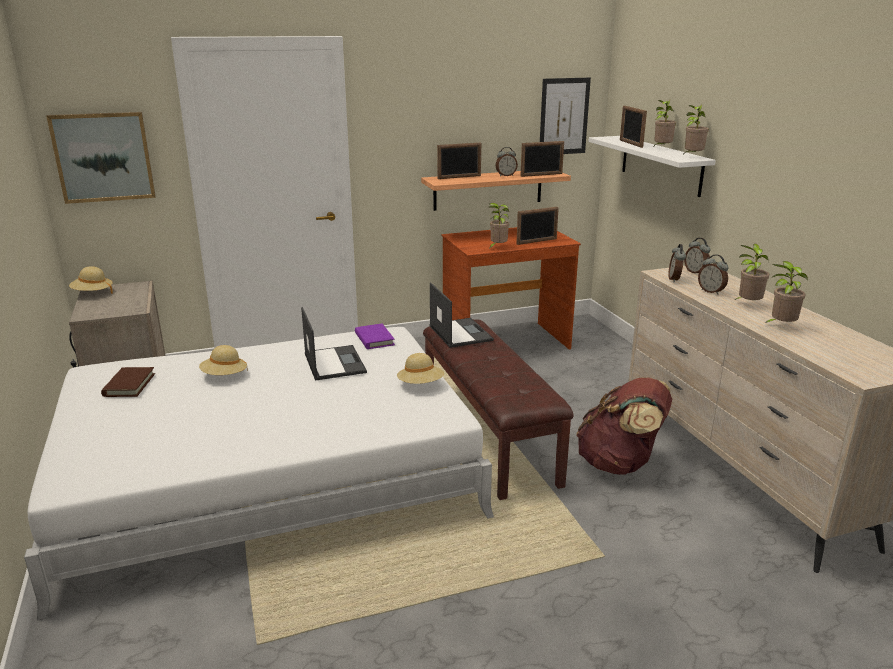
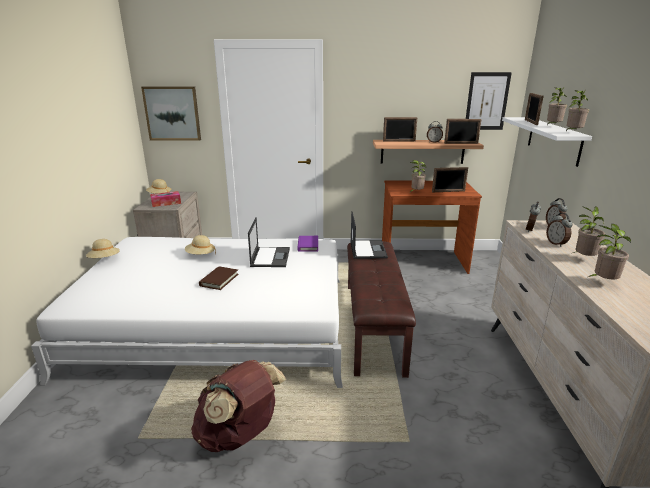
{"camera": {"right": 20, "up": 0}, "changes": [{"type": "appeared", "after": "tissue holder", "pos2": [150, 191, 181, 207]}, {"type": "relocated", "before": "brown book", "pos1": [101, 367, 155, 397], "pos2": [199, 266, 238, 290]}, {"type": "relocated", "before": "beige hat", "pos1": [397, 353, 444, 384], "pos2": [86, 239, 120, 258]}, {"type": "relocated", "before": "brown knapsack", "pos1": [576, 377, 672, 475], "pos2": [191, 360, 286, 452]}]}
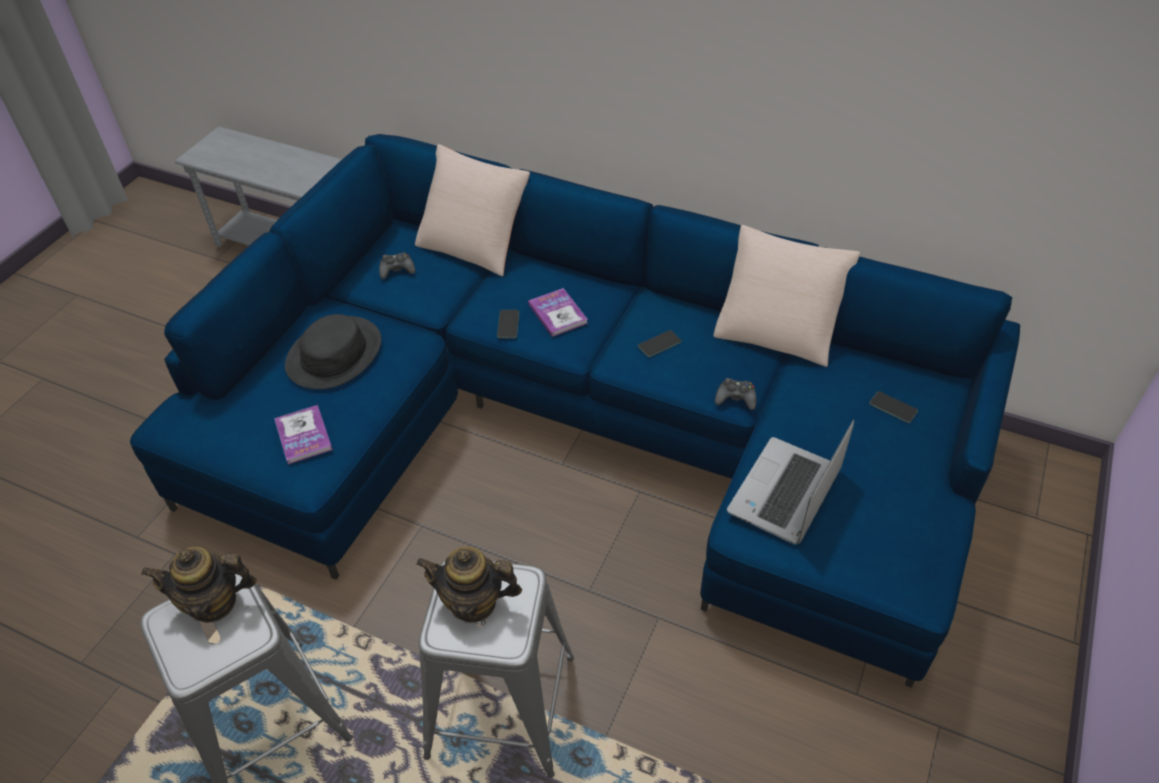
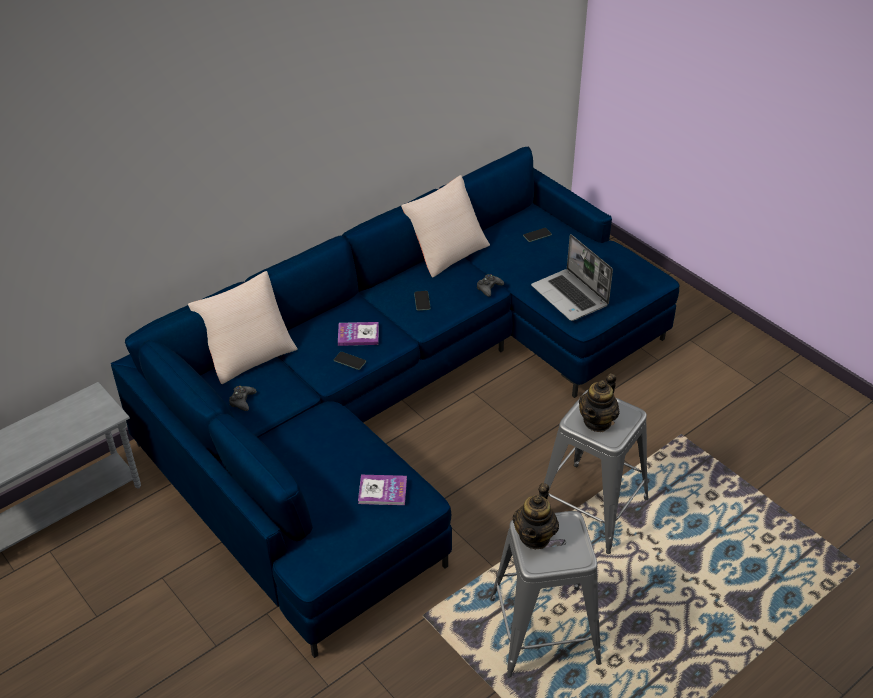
{"camera": {"right": -65, "up": -5}, "changes": [{"type": "missing", "before": "black hat", "pos1": [285, 314, 381, 389]}]}
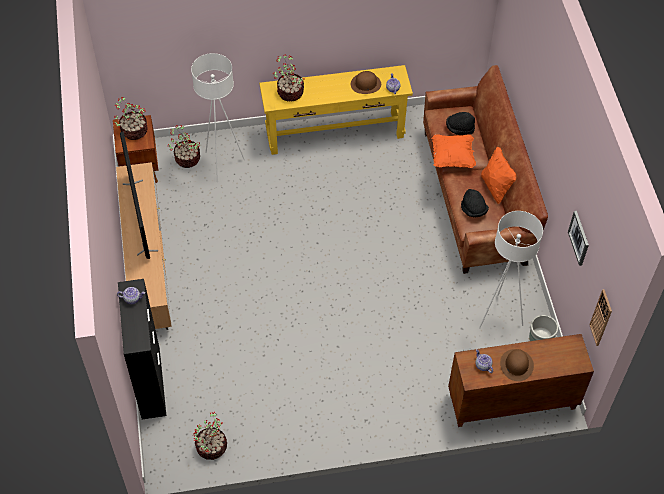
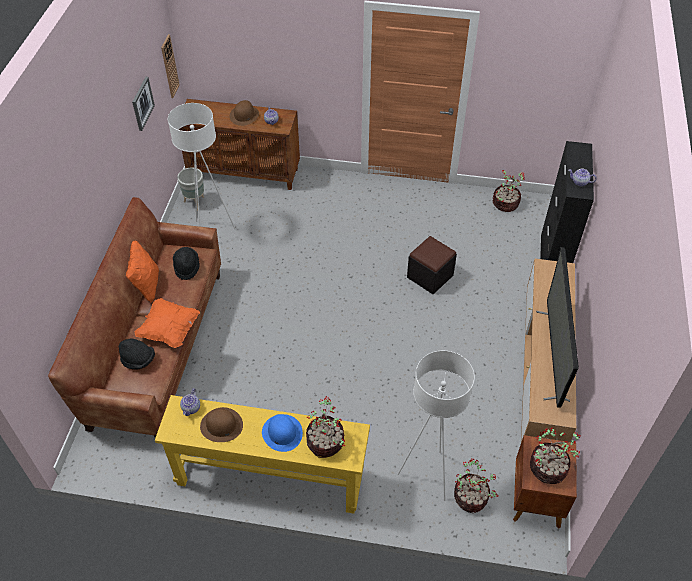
{"camera": {"right": -160, "up": -5}, "changes": [{"type": "appeared", "after": "blue hat", "pos2": [262, 414, 303, 452]}, {"type": "appeared", "after": "black footrest", "pos2": [407, 236, 457, 294]}]}
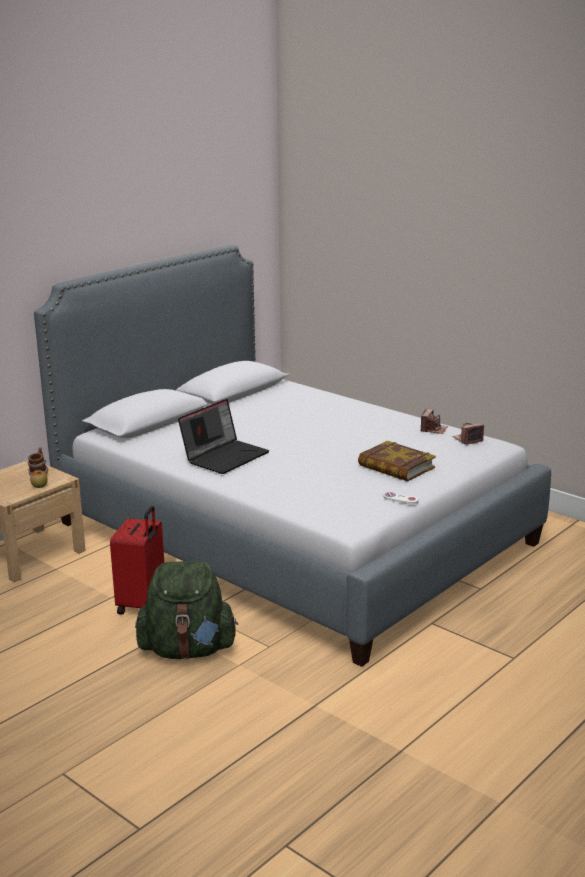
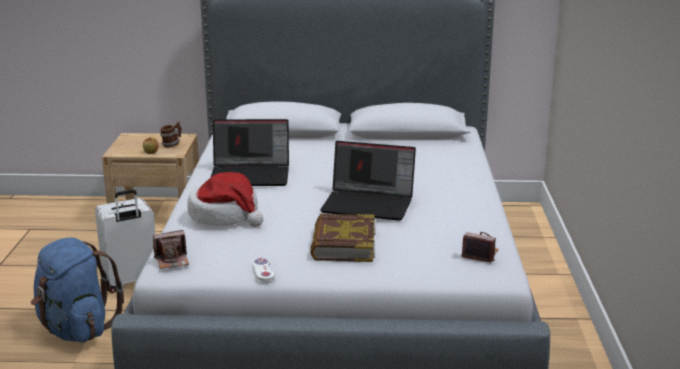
{"camera": {"right": 50, "up": 0}, "changes": [{"type": "appeared", "after": "hat", "pos2": [187, 172, 263, 227]}, {"type": "appeared", "after": "laptop", "pos2": [320, 141, 416, 221]}, {"type": "relocated", "before": "still camera", "pos1": [421, 409, 448, 434], "pos2": [153, 230, 189, 269]}, {"type": "colour", "before": "red piece of luggage", "after": "whitish piece of luggage", "pos1": [110, 506, 164, 615], "pos2": [95, 189, 155, 293]}, {"type": "colour", "before": "greenish knapsack", "after": "blue knapsack", "pos1": [135, 561, 238, 659], "pos2": [31, 237, 124, 342]}]}
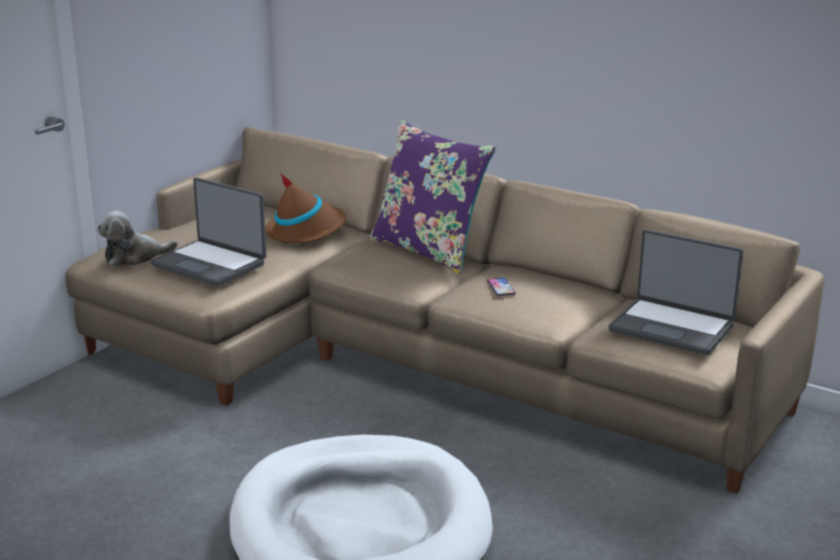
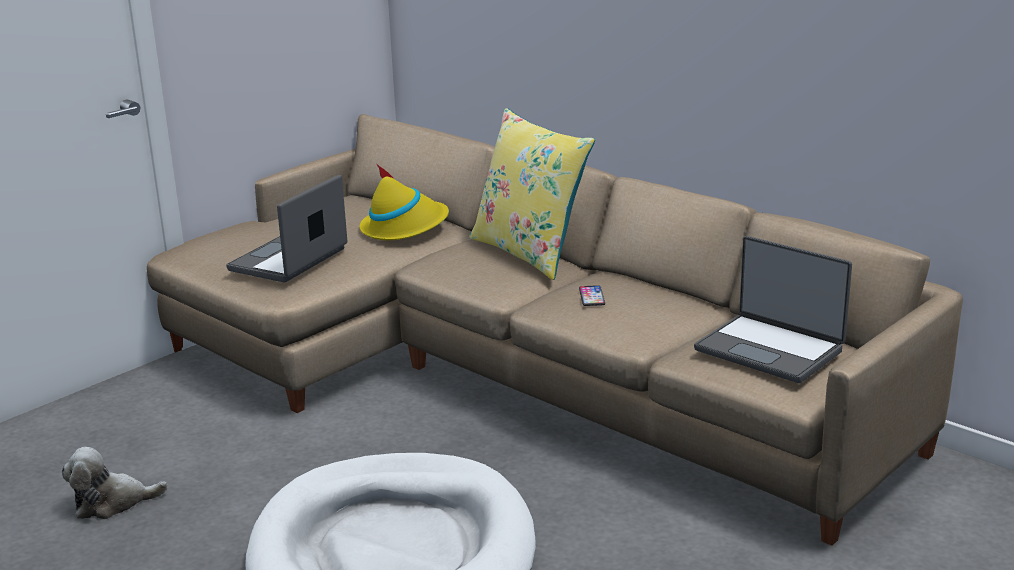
{"camera": {"right": 10, "up": 0}, "changes": [{"type": "relocated", "before": "cuddly toy", "pos1": [97, 211, 178, 266], "pos2": [62, 447, 168, 519]}, {"type": "colour", "before": "brown hat", "after": "yellowish hat", "pos1": [265, 173, 346, 243], "pos2": [360, 163, 449, 240]}, {"type": "colour", "before": "purple-coloured cushion", "after": "yellowish cushion", "pos1": [369, 120, 496, 274], "pos2": [469, 108, 595, 280]}, {"type": "spun", "before": "laptop", "pos1": [150, 177, 267, 286], "pos2": [226, 175, 347, 282], "turn": 75}]}
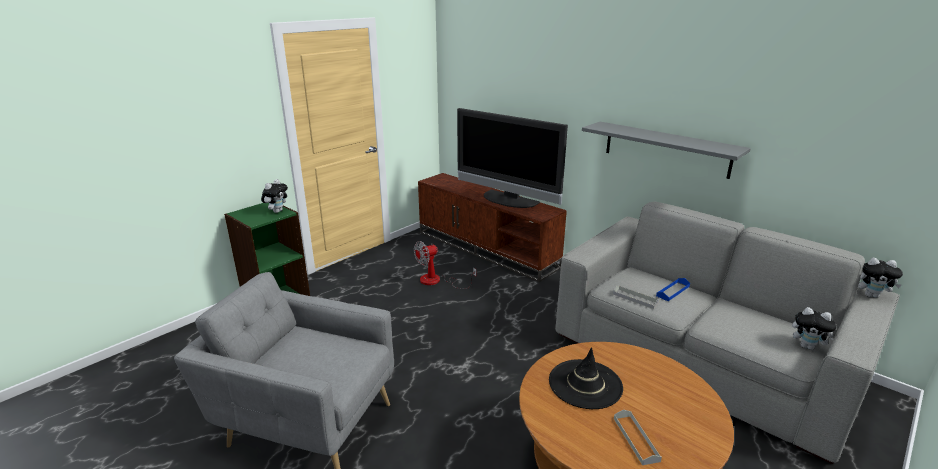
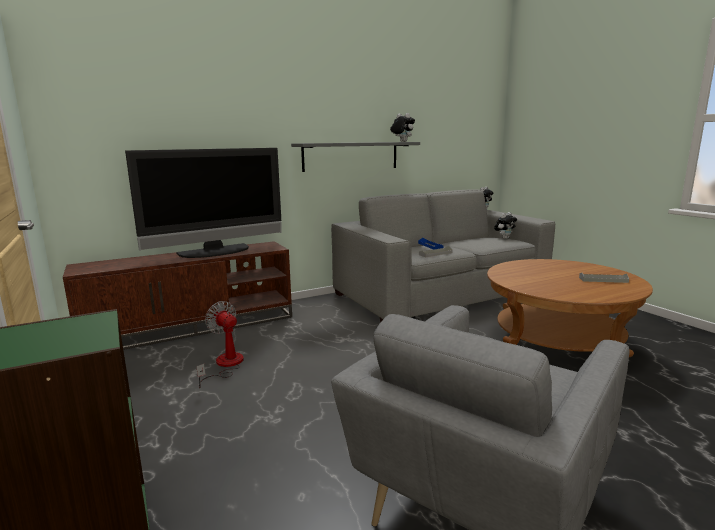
{"camera": {"right": -70, "up": -10}, "changes": [{"type": "missing", "before": "black hat", "pos1": [549, 347, 623, 409]}, {"type": "relocated", "before": "cuddly toy", "pos1": [261, 179, 288, 213], "pos2": [390, 113, 415, 142]}, {"type": "spun", "before": "fan", "pos1": [414, 241, 476, 289], "pos2": [197, 301, 244, 388], "turn": 150}]}
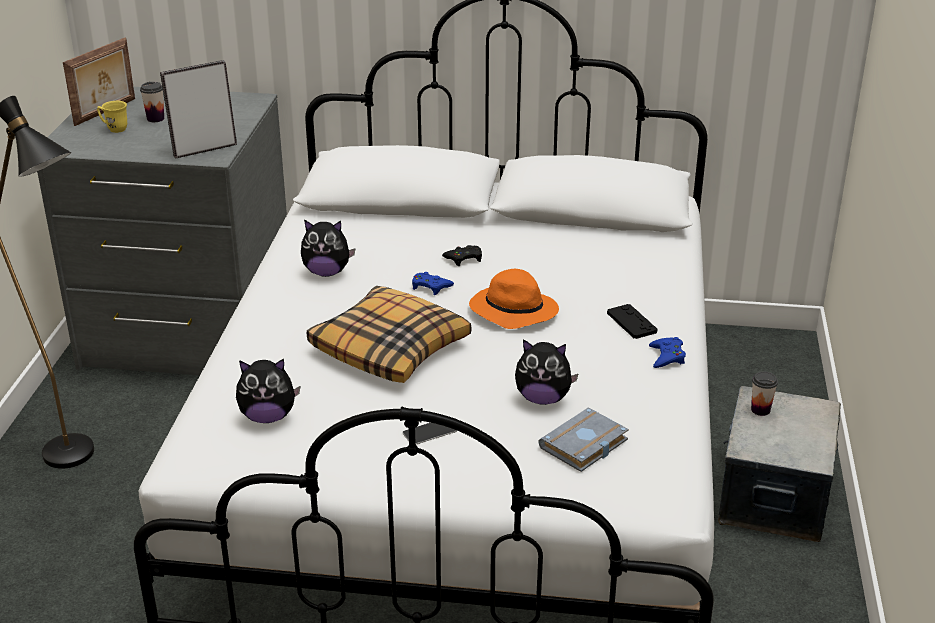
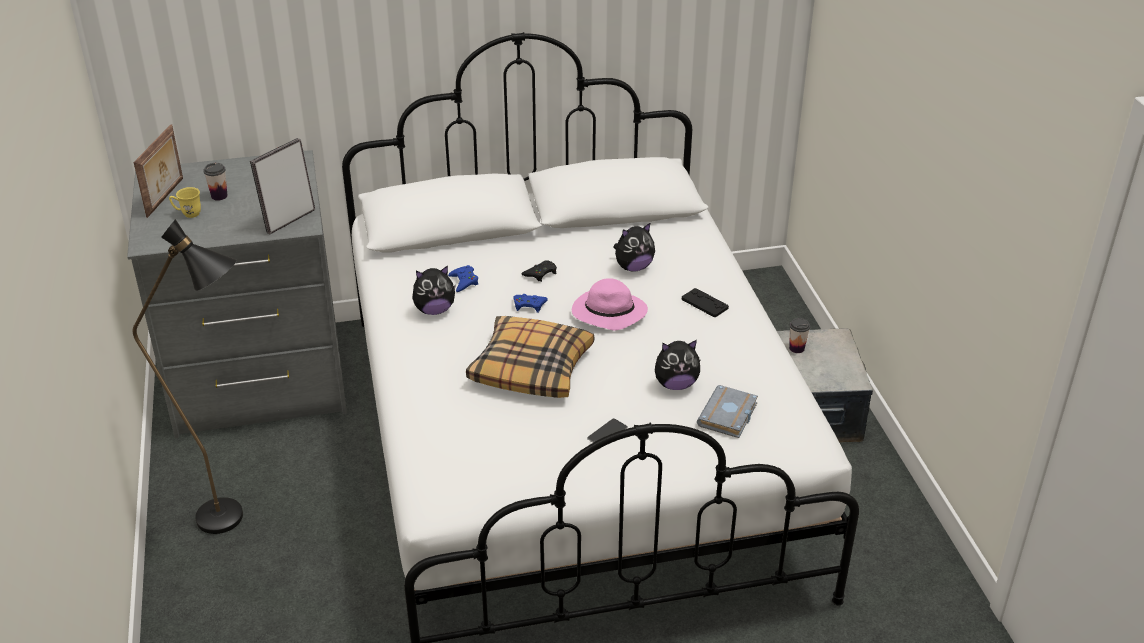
{"camera": {"right": -20, "up": 5}, "changes": [{"type": "relocated", "before": "cuddly toy", "pos1": [236, 358, 300, 423], "pos2": [613, 222, 655, 272]}, {"type": "relocated", "before": "blue gamepad", "pos1": [649, 337, 686, 368], "pos2": [448, 265, 478, 292]}, {"type": "colour", "before": "orangey hat", "after": "pink-coloured hat", "pos1": [469, 269, 559, 329], "pos2": [572, 278, 648, 331]}]}
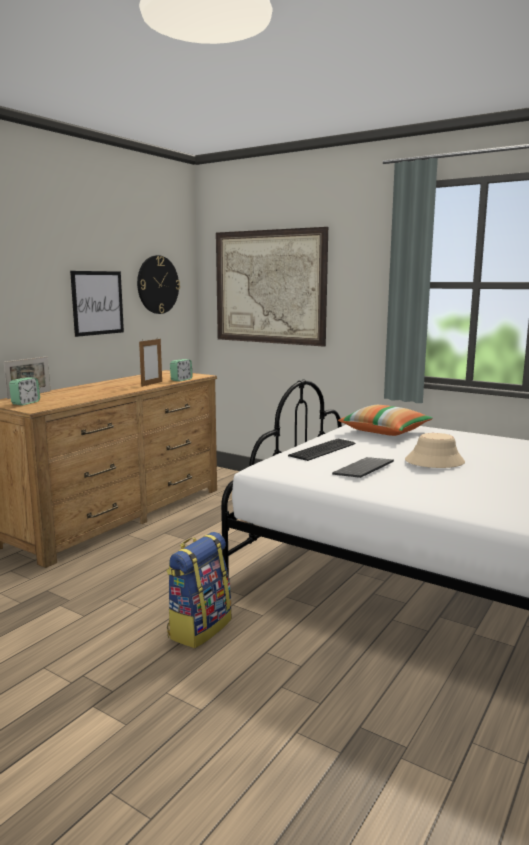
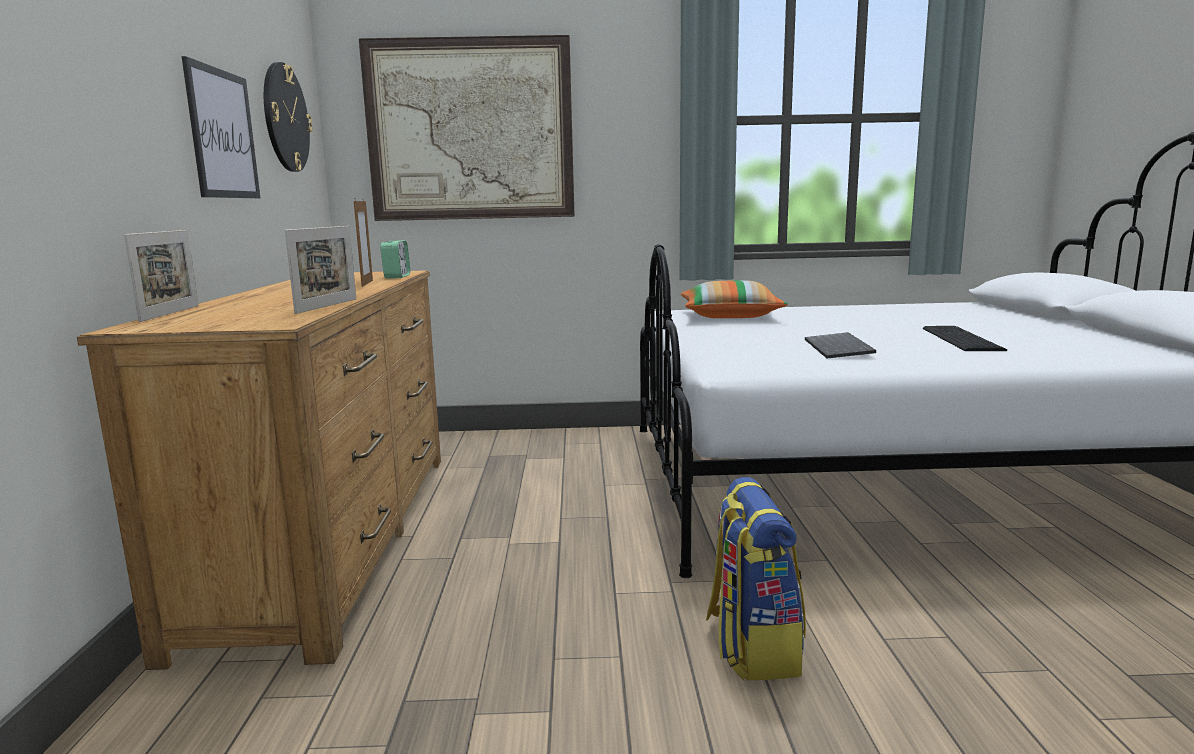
{"camera": {"right": -35, "up": 0}, "changes": [{"type": "missing", "before": "table clock", "pos1": [9, 377, 40, 405]}, {"type": "missing", "before": "beige hat", "pos1": [405, 433, 465, 468]}, {"type": "appeared", "after": "standing frame", "pos2": [285, 226, 356, 314]}, {"type": "relocated", "before": "keyboard", "pos1": [288, 439, 355, 461], "pos2": [923, 326, 1007, 351]}]}
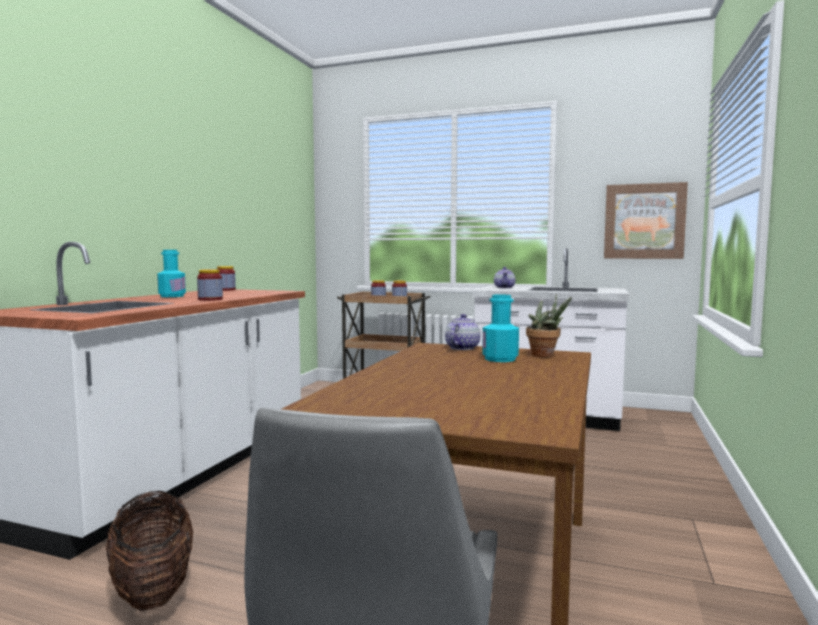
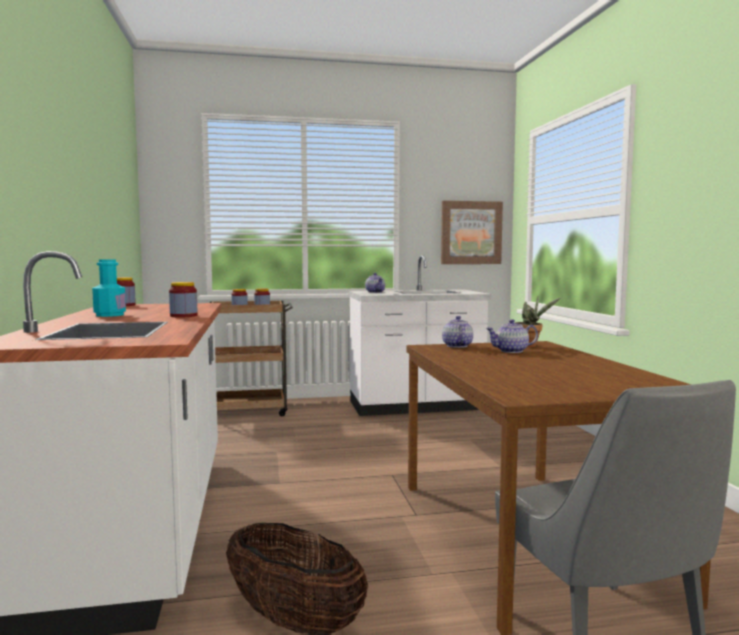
{"camera": {"right": -30, "up": 0}, "changes": [{"type": "exchanged", "before": "turquoise-coloured bottle", "after": "tea pot", "pos1": [482, 294, 519, 362], "pos2": [486, 319, 538, 353]}]}
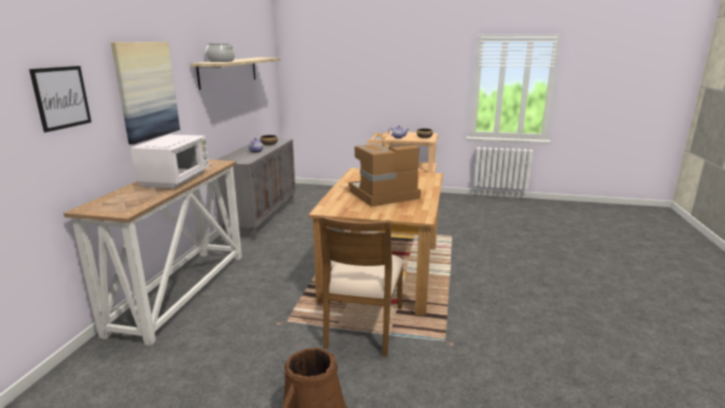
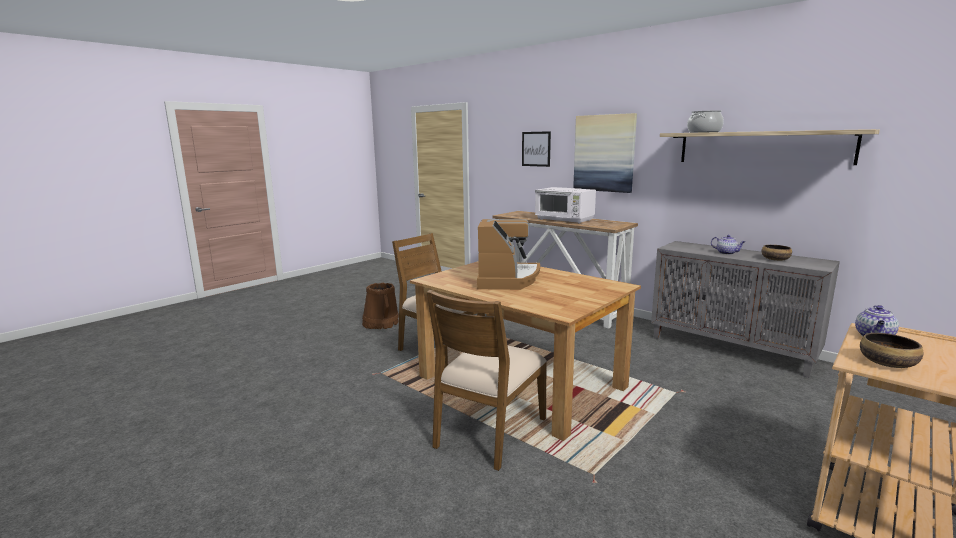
{"camera": {"right": 120, "up": -5}, "changes": [{"type": "appeared", "after": "brown plain chair", "pos2": [427, 290, 547, 471]}]}
